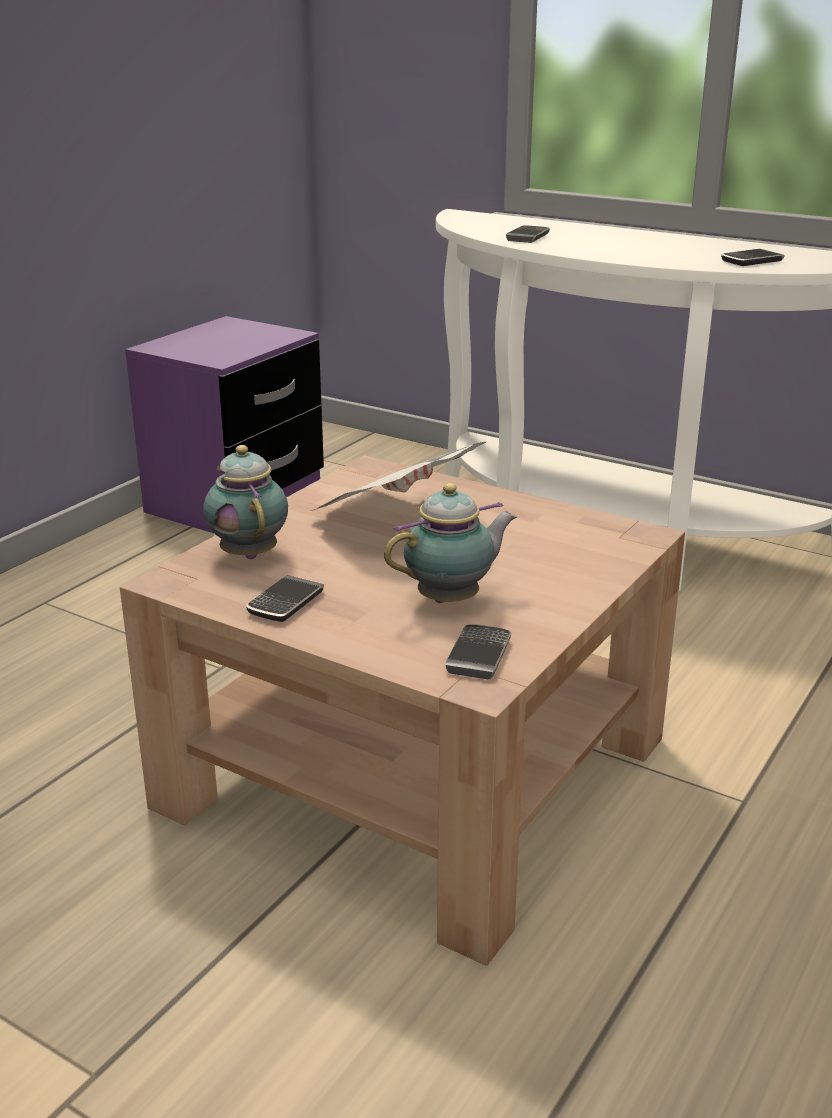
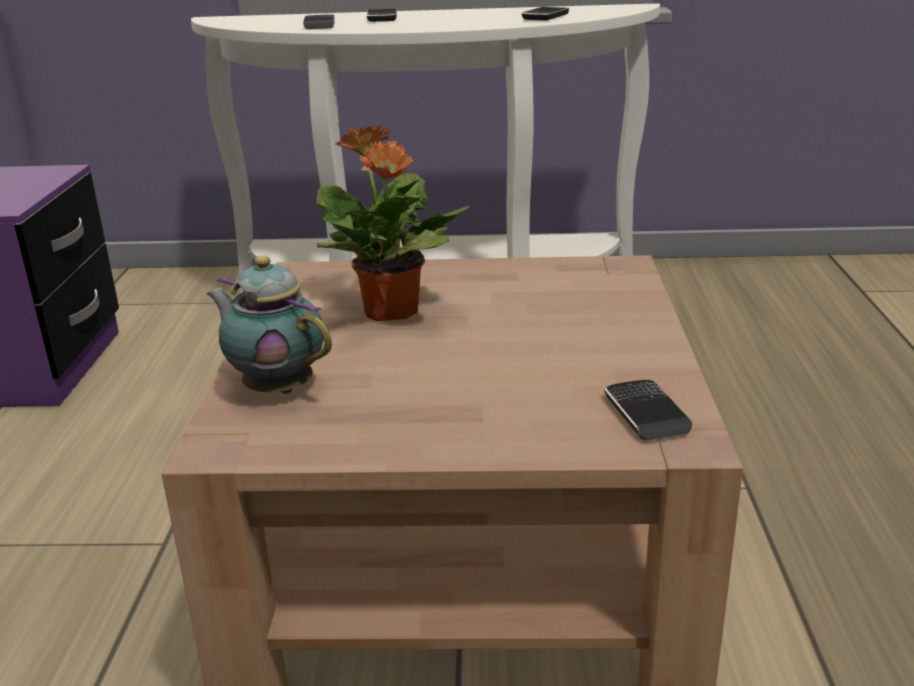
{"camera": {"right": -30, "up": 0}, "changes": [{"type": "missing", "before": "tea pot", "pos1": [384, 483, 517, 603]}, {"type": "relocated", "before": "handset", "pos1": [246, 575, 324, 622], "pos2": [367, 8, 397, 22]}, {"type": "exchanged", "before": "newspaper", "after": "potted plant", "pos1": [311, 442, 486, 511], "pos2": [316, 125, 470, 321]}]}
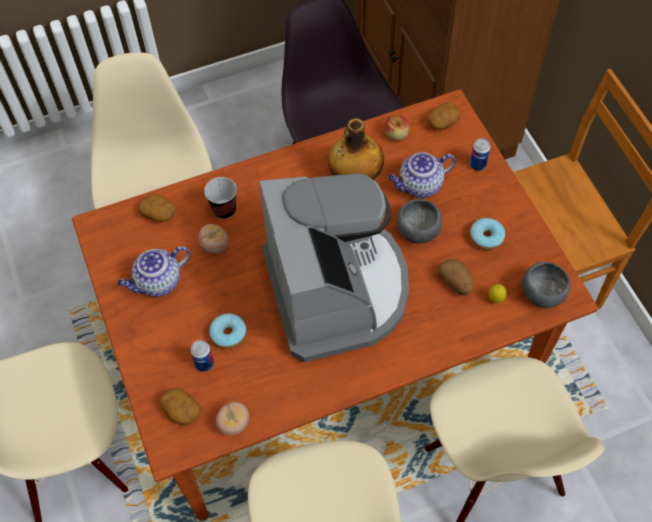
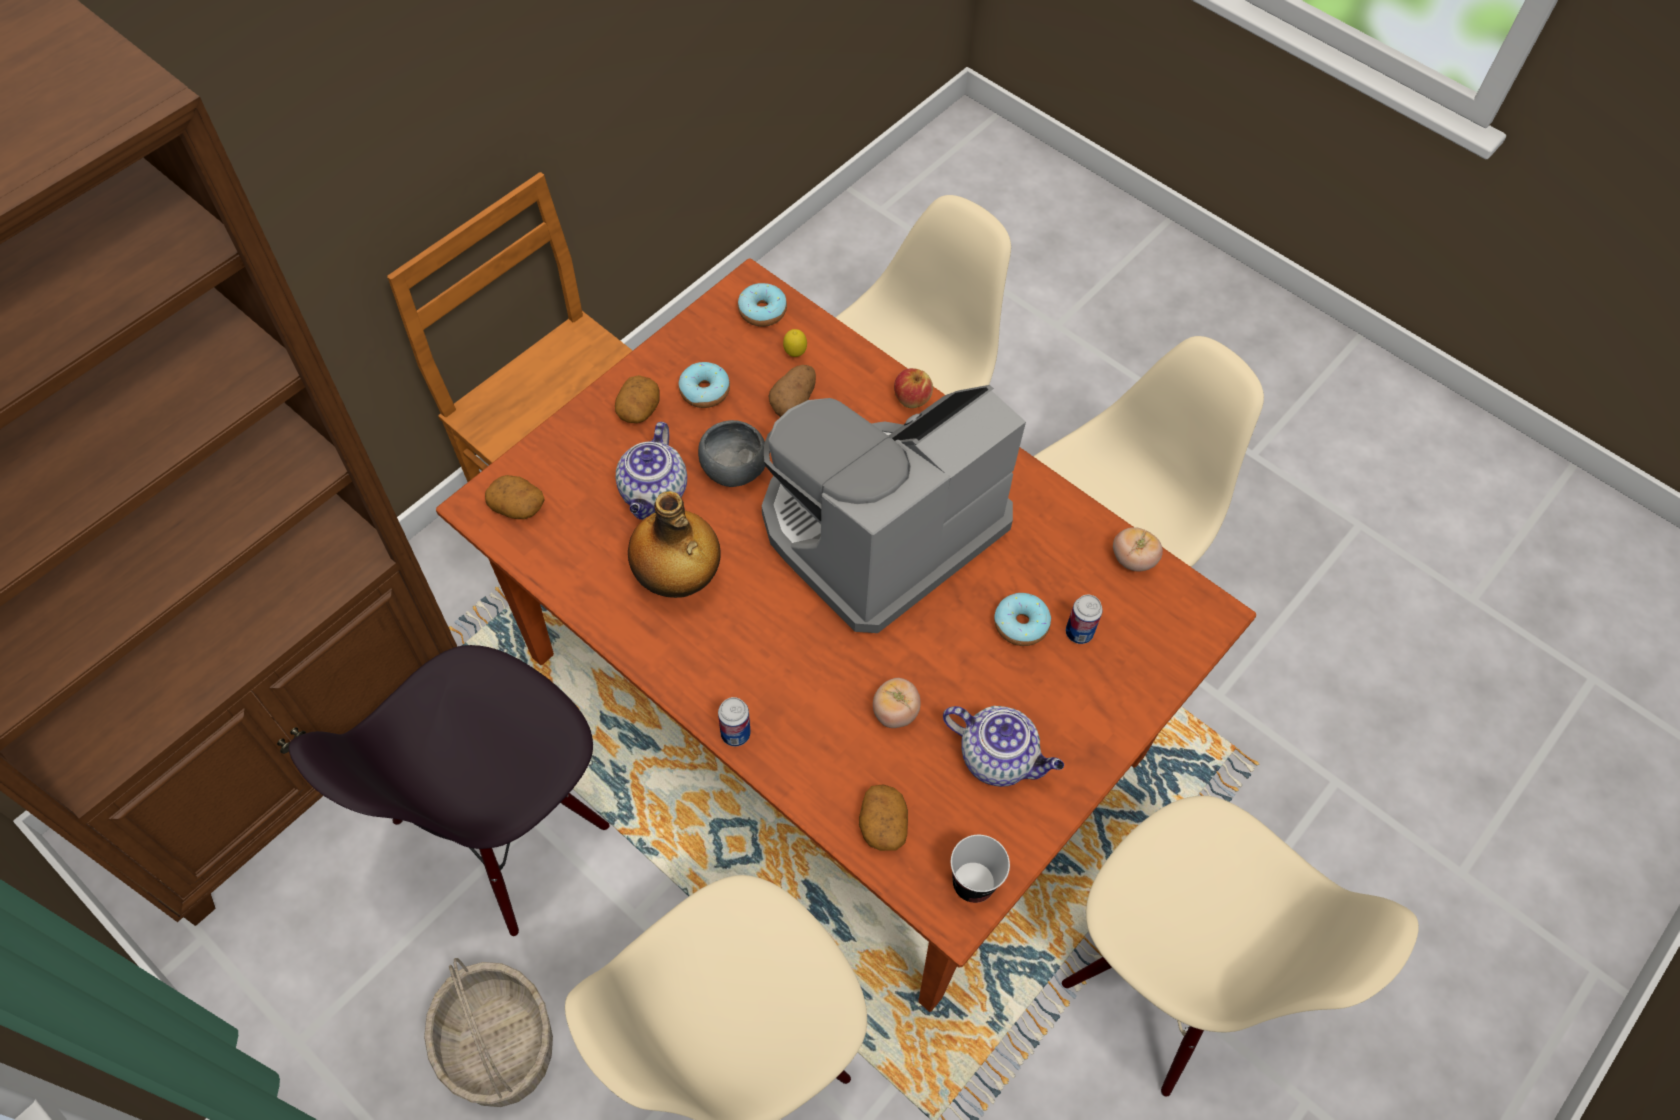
{"camera": {"right": -120, "up": 0}, "changes": [{"type": "appeared", "after": "storage basket", "pos2": [424, 958, 553, 1107]}, {"type": "relocated", "before": "potato", "pos1": [160, 388, 201, 425], "pos2": [615, 375, 660, 423]}, {"type": "relocated", "before": "cup", "pos1": [204, 177, 237, 219], "pos2": [951, 835, 1010, 903]}, {"type": "relocated", "before": "apple", "pos1": [385, 115, 410, 141], "pos2": [894, 368, 933, 408]}, {"type": "relocated", "before": "sealed can", "pos1": [470, 138, 491, 171], "pos2": [718, 697, 751, 746]}, {"type": "exchanged", "before": "greyish serving bowl", "after": "ring doughnut", "pos1": [522, 262, 571, 308], "pos2": [738, 283, 787, 327]}, {"type": "spun", "before": "tea pot", "pos1": [388, 152, 456, 198], "pos2": [616, 422, 687, 520], "turn": 60}]}
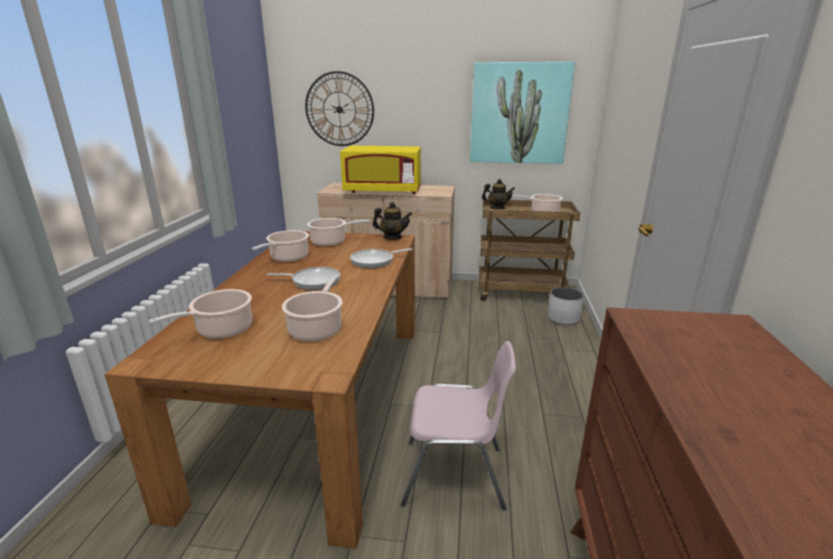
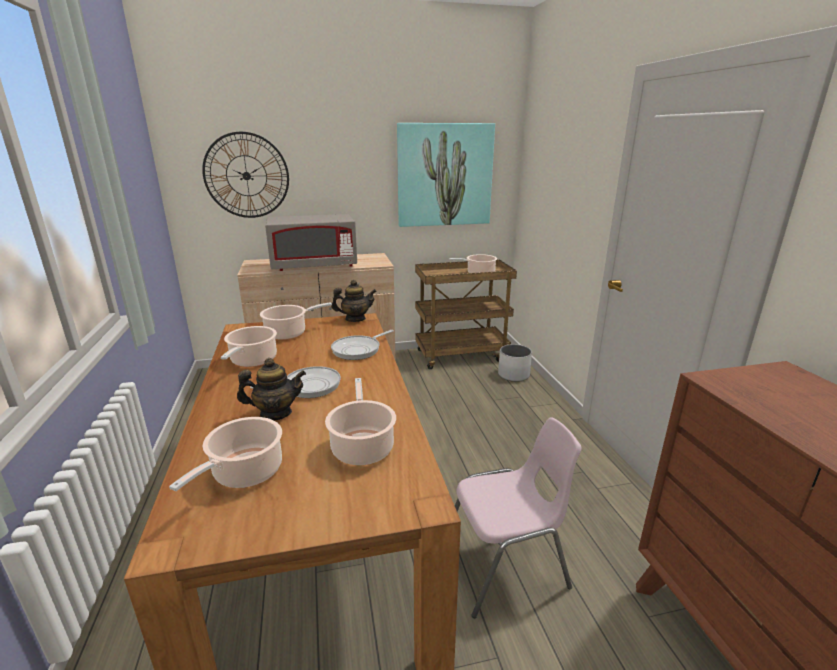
{"camera": {"right": -20, "up": 0}, "changes": [{"type": "relocated", "before": "tea pot", "pos1": [482, 179, 515, 209], "pos2": [237, 358, 306, 421]}, {"type": "colour", "before": "yellowish microwave oven", "after": "greyish microwave oven", "pos1": [340, 146, 421, 194], "pos2": [265, 214, 357, 271]}]}
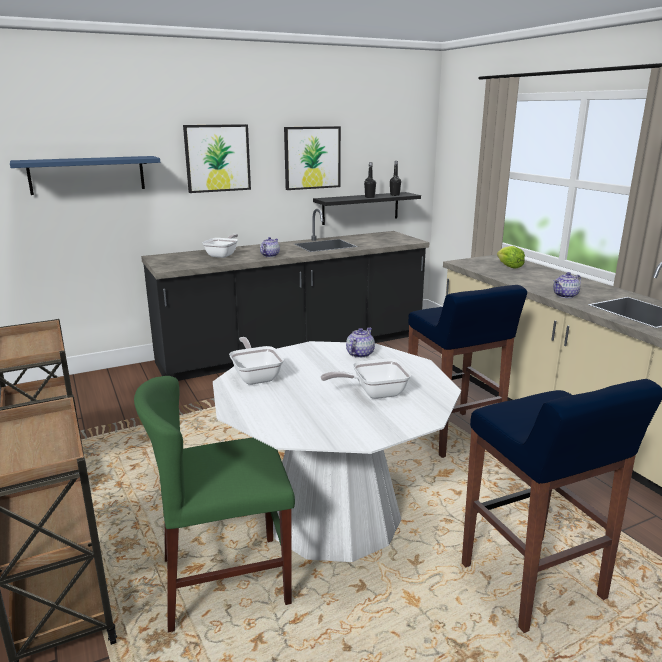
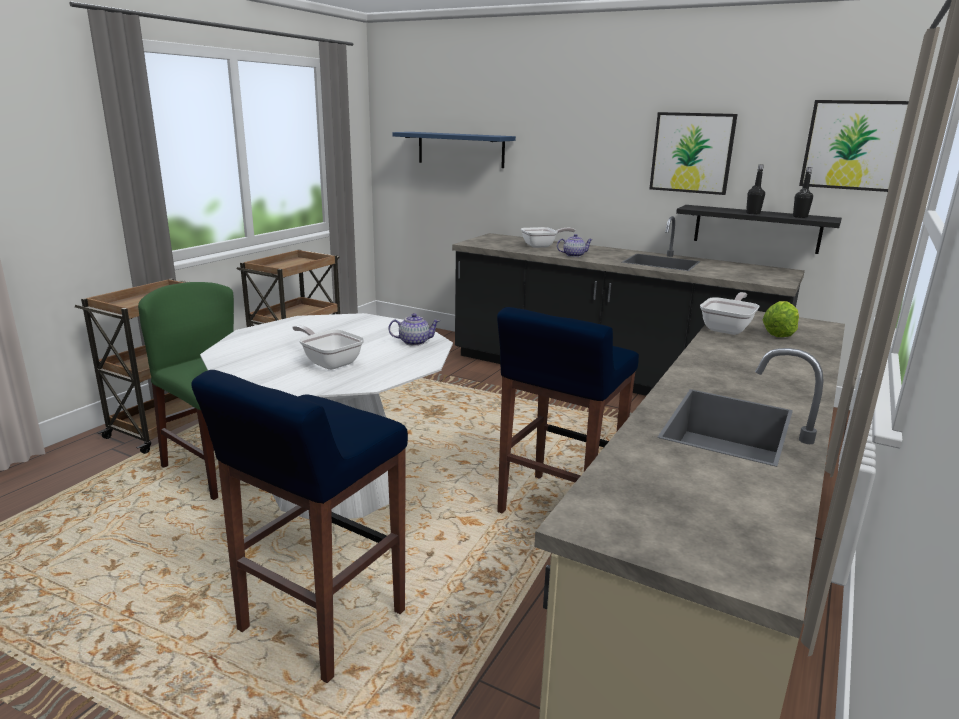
{"camera": {"right": 55, "up": 0}, "changes": [{"type": "missing", "before": "tea pot", "pos1": [553, 272, 581, 298]}, {"type": "relocated", "before": "wall picture", "pos1": [183, 124, 251, 193], "pos2": [799, 100, 909, 192]}, {"type": "relocated", "before": "pan", "pos1": [229, 337, 284, 385], "pos2": [700, 292, 760, 335]}]}
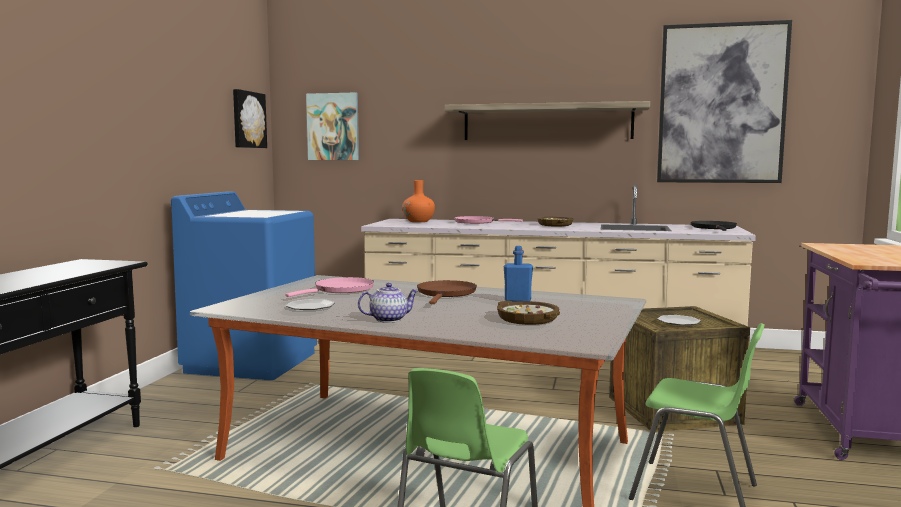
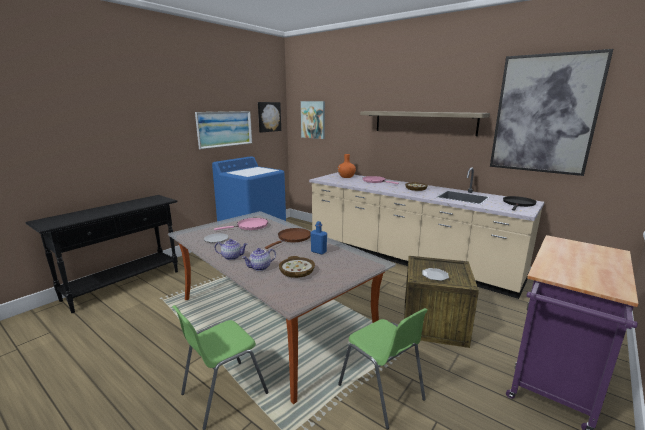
{"camera": {"right": 25, "up": 10}, "changes": [{"type": "appeared", "after": "wall picture", "pos2": [195, 111, 252, 149]}, {"type": "appeared", "after": "tea pot", "pos2": [242, 248, 276, 271]}]}
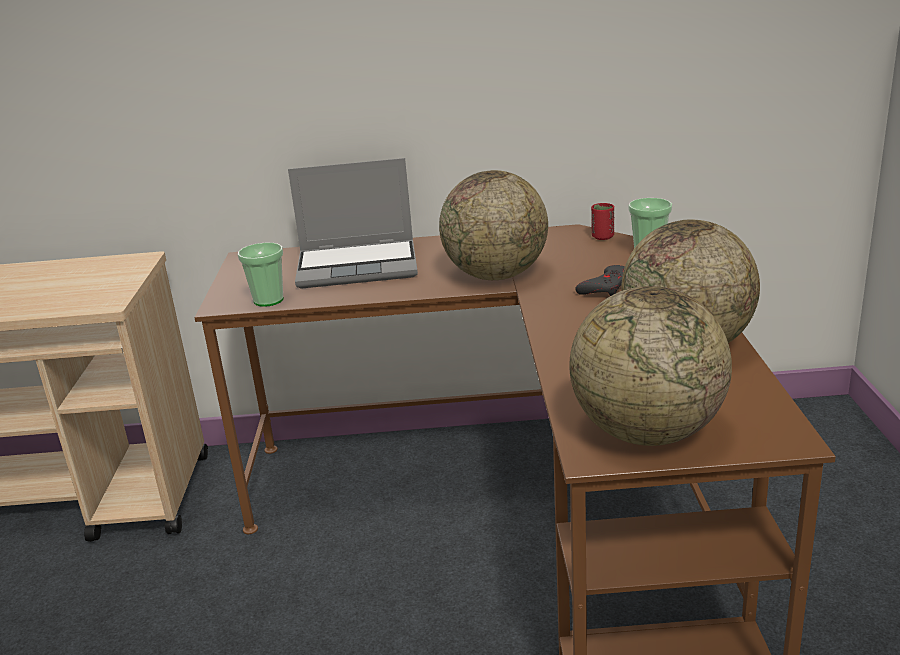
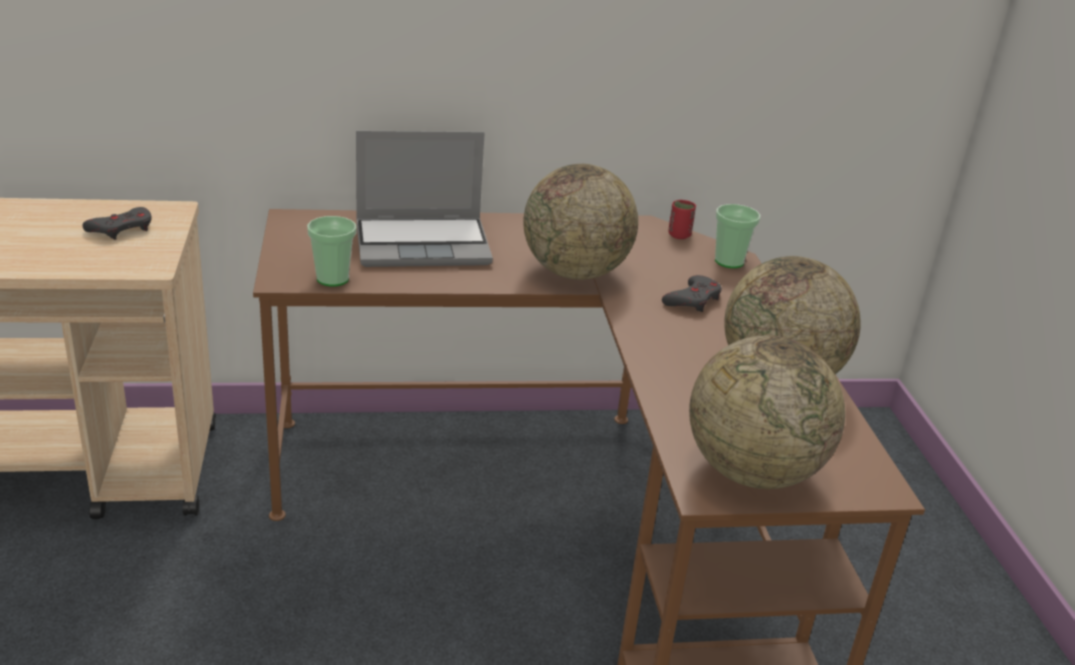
{"camera": {"right": -10, "up": 5}, "changes": [{"type": "appeared", "after": "greyish gamepad", "pos2": [83, 207, 152, 240]}]}
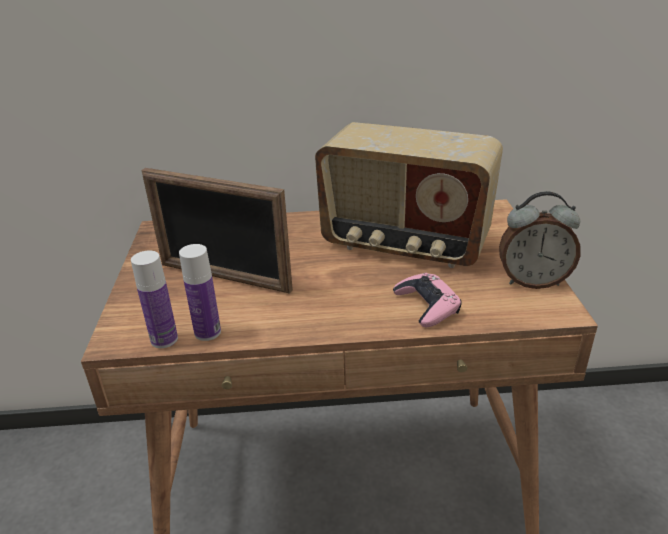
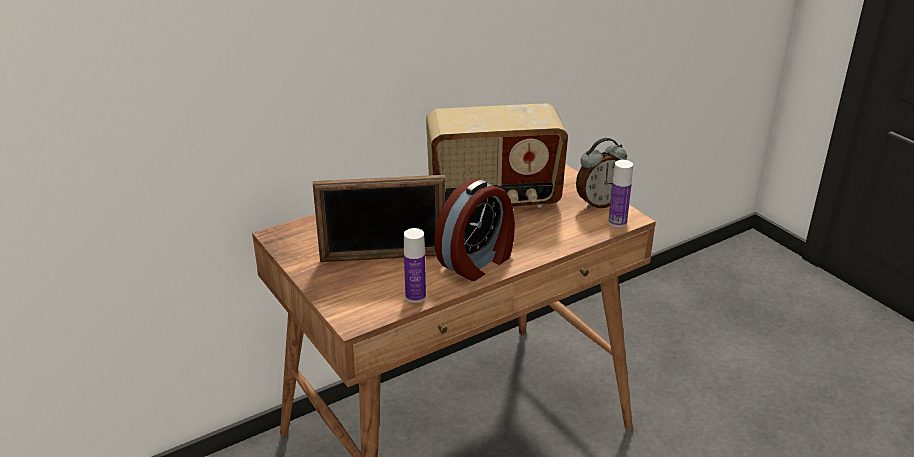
{"camera": {"right": -30, "up": 0}, "changes": [{"type": "missing", "before": "pink-coloured gamepad", "pos1": [393, 273, 462, 327]}, {"type": "appeared", "after": "table clock", "pos2": [435, 179, 515, 281]}, {"type": "relocated", "before": "bottle", "pos1": [131, 250, 178, 348], "pos2": [609, 160, 633, 227]}]}
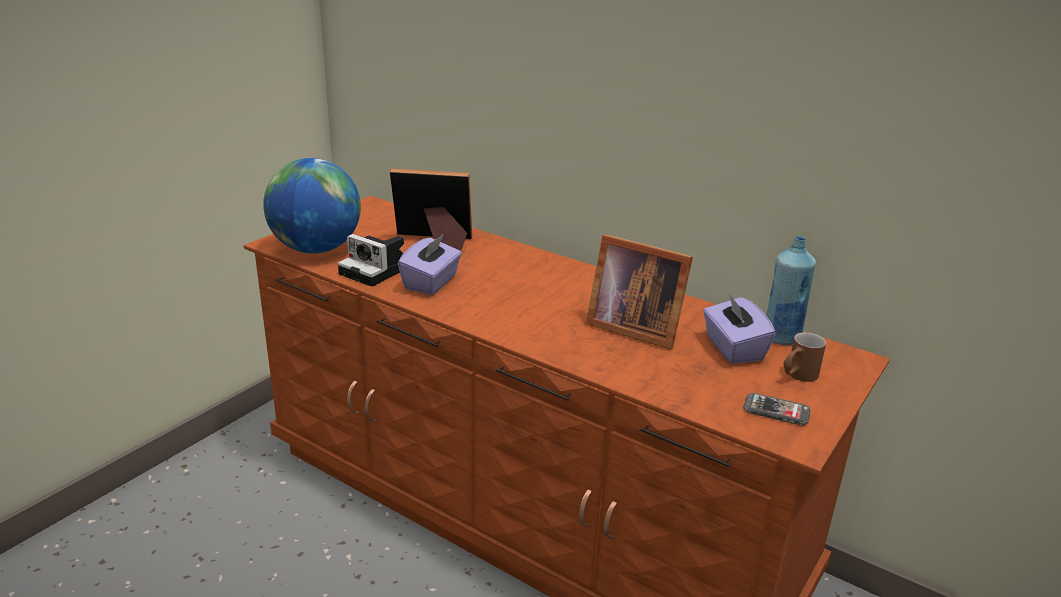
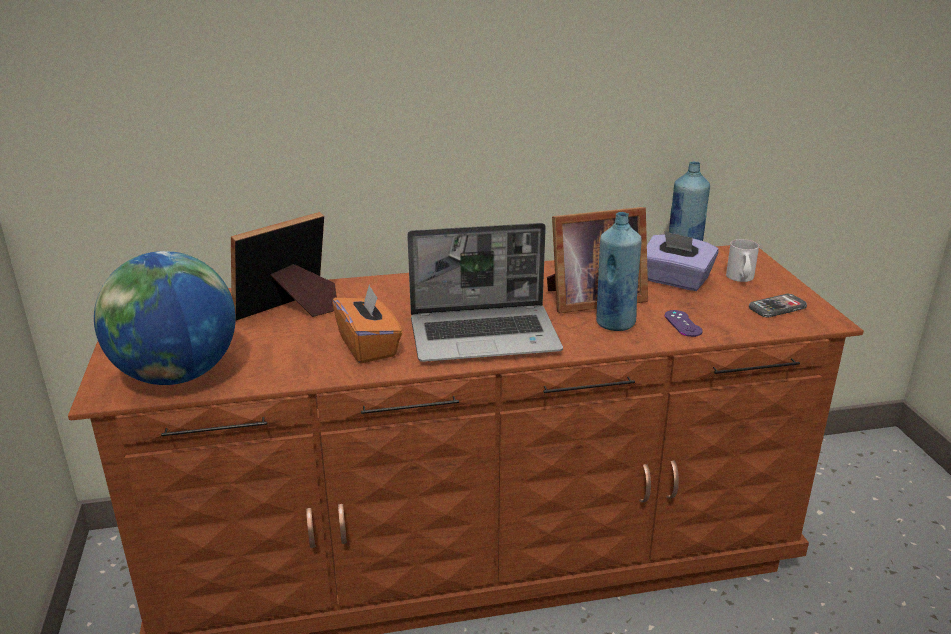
{"camera": {"right": -45, "up": 0}, "changes": [{"type": "missing", "before": "still camera", "pos1": [338, 234, 404, 287]}, {"type": "appeared", "after": "laptop", "pos2": [407, 223, 563, 362]}, {"type": "appeared", "after": "blue bottle", "pos2": [596, 212, 642, 331]}, {"type": "appeared", "after": "purple-coloured gamepad", "pos2": [665, 310, 703, 337]}, {"type": "colour", "before": "purple-coloured tissue holder", "after": "orangey tissue holder", "pos1": [398, 234, 462, 295], "pos2": [332, 284, 402, 364]}, {"type": "colour", "before": "brown tea mug", "after": "whitish tea mug", "pos1": [783, 333, 826, 382], "pos2": [726, 239, 759, 282]}]}
